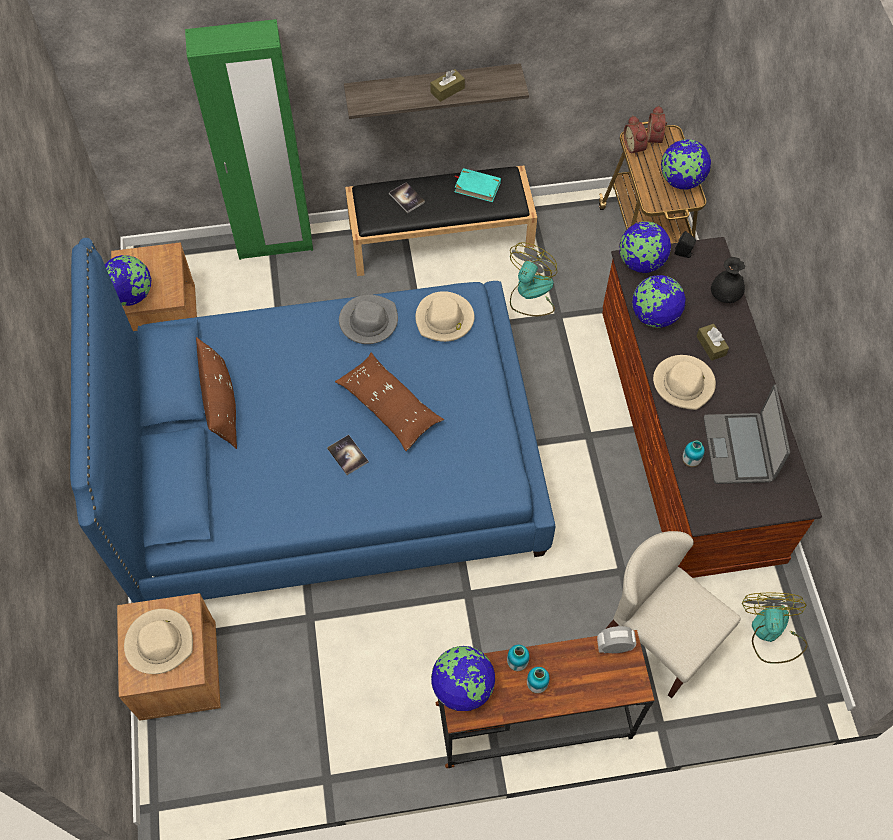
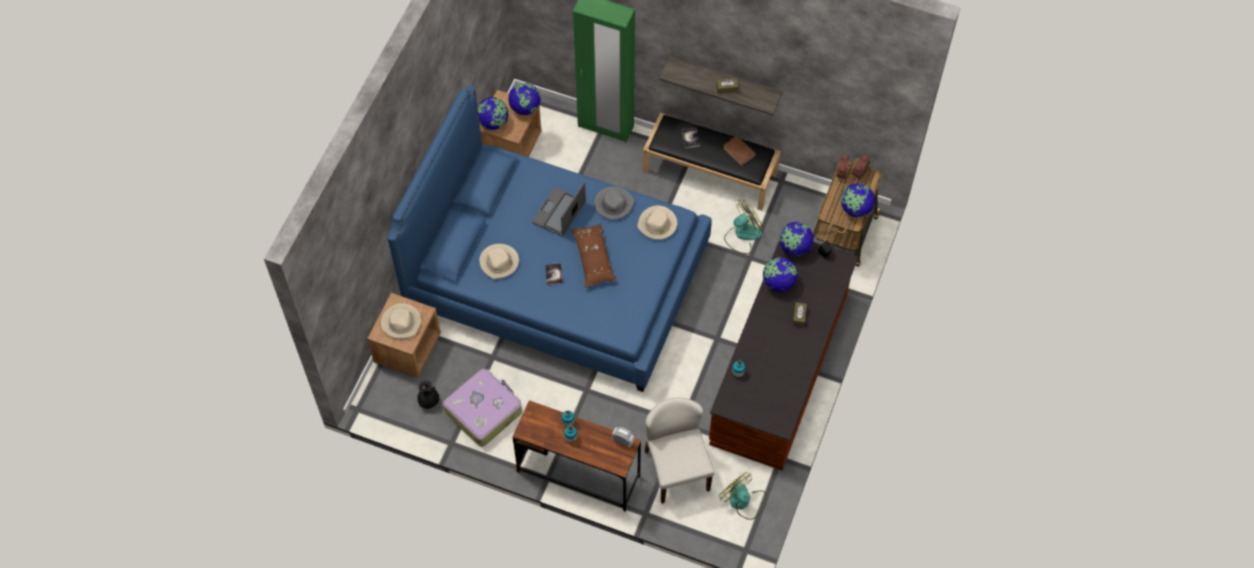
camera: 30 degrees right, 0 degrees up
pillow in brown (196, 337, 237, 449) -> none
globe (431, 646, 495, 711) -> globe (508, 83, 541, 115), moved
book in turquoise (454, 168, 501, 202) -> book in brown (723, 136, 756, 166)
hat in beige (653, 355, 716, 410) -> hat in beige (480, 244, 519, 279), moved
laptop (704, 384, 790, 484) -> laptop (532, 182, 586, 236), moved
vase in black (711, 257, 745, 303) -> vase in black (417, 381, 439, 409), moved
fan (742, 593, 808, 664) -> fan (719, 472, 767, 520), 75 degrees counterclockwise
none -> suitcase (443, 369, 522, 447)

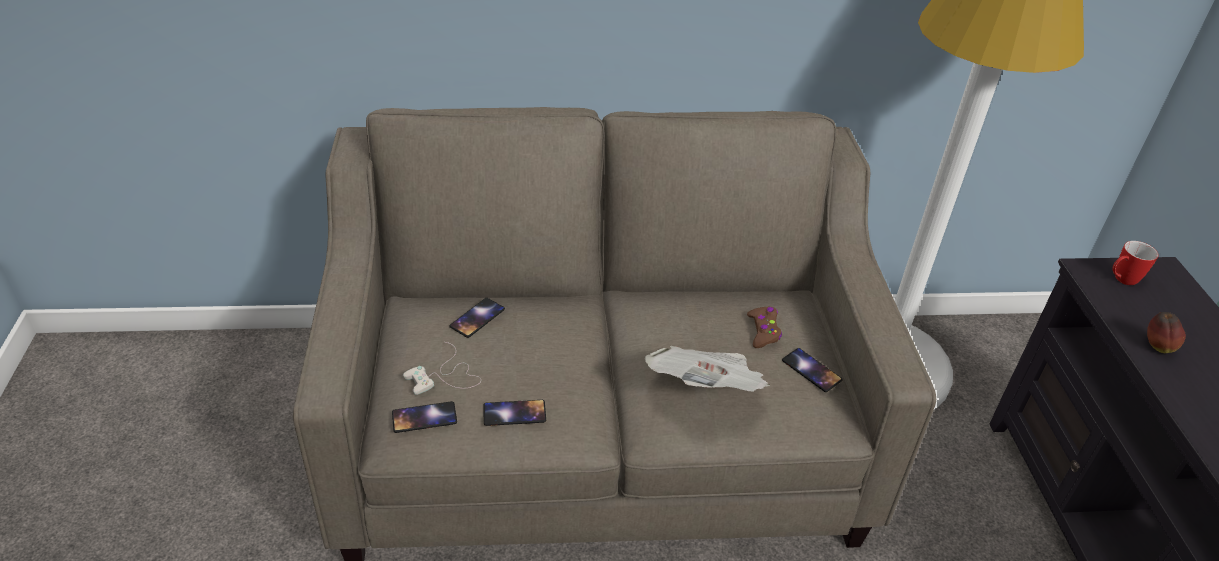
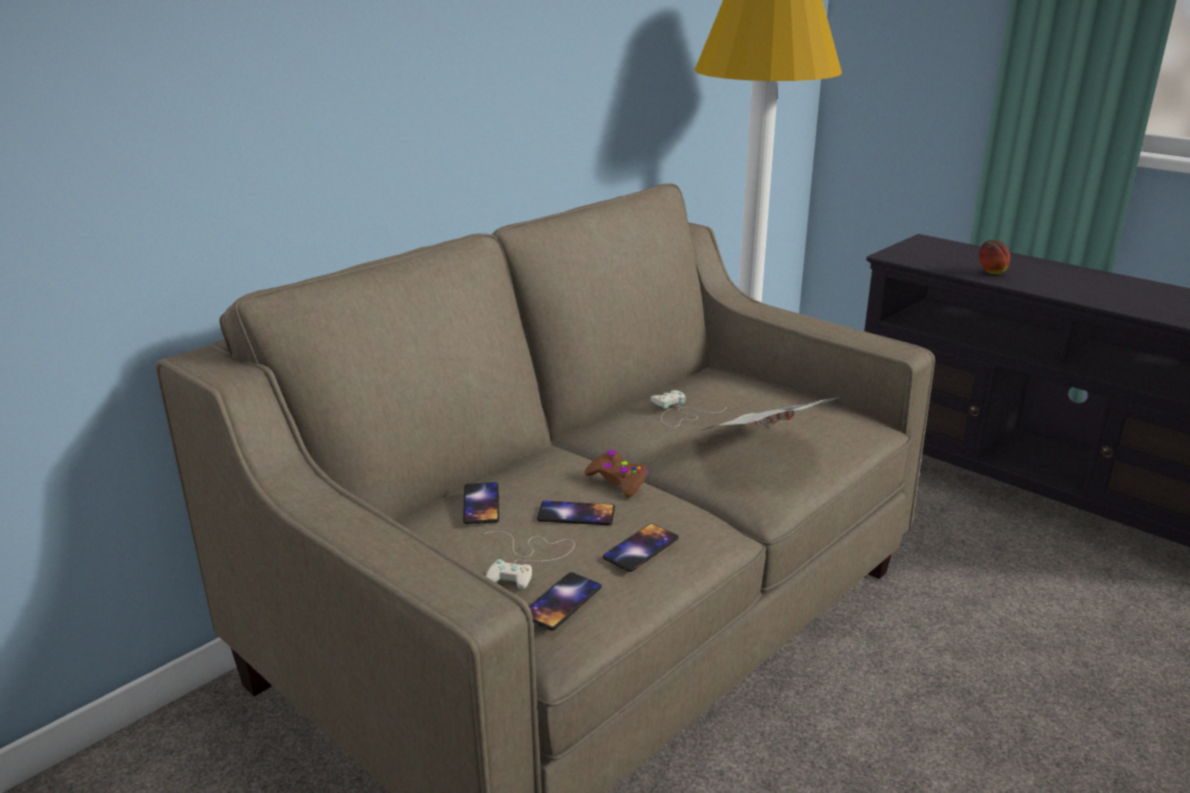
camera: 40 degrees left, 15 degrees down
game controller in brown (747, 307, 782, 348) -> game controller in brown (584, 450, 648, 498), moved
phone (782, 348, 843, 392) -> phone (537, 501, 615, 525), moved
mug (1112, 241, 1159, 285) -> none
none -> game controller in white (651, 390, 726, 427)

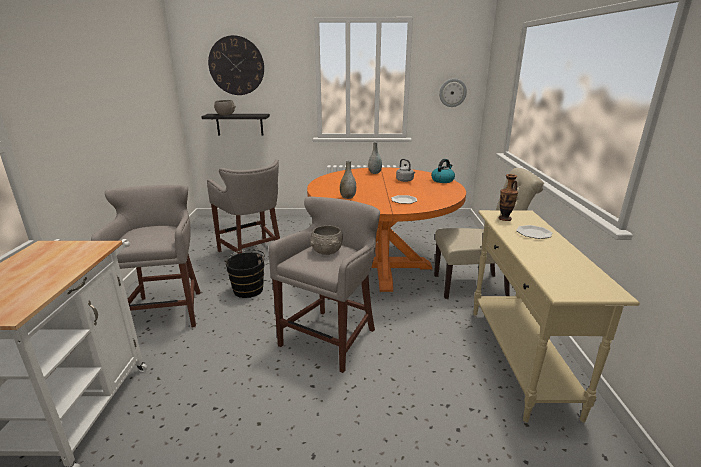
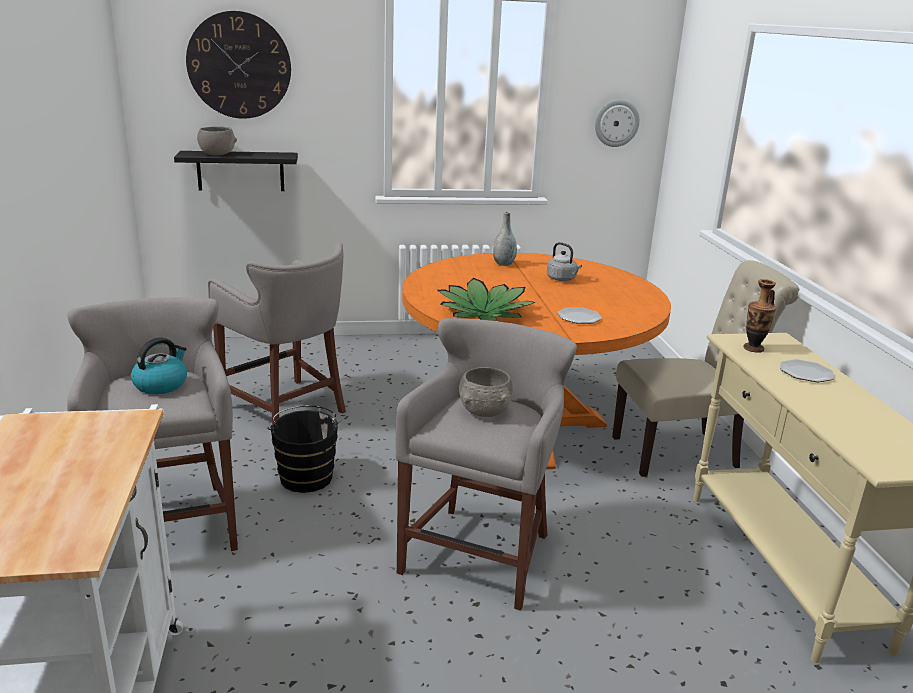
camera: 10 degrees left, 0 degrees up
vase in grey (340, 160, 356, 199) -> potted plant (438, 278, 535, 321)
kettle (431, 159, 455, 183) -> kettle (131, 337, 187, 394), moved

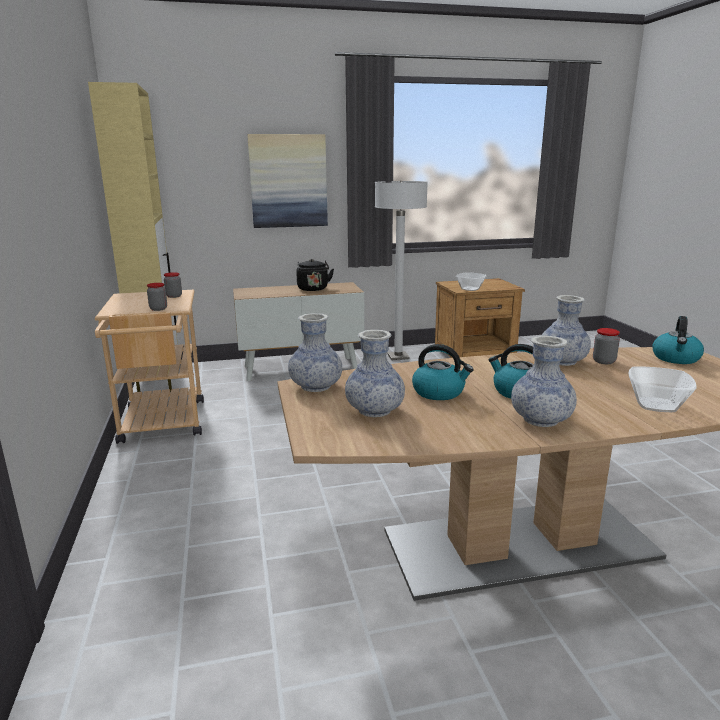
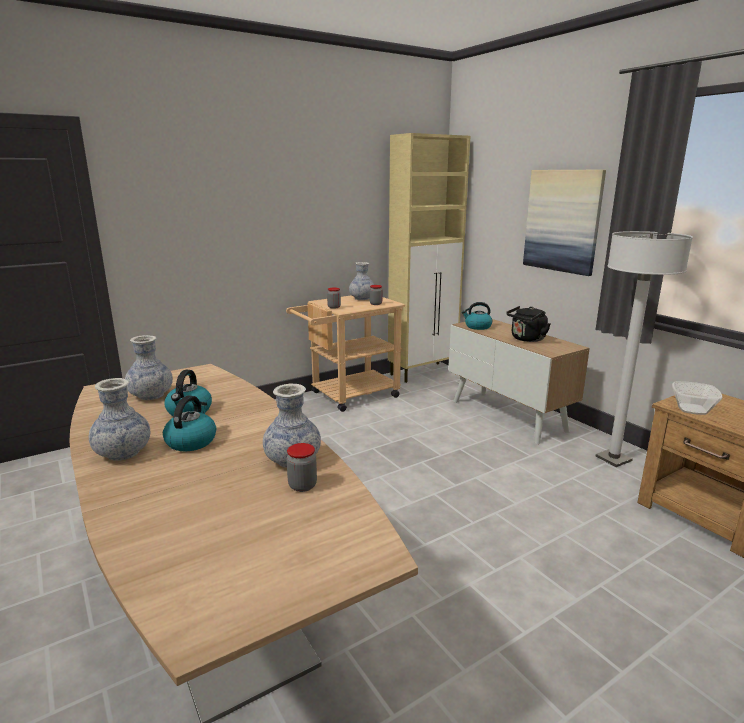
camera: 70 degrees right, 0 degrees up
vase (288, 313, 342, 392) -> vase (349, 262, 374, 300), moved
bowl (629, 366, 697, 412) -> none
kettle (652, 316, 704, 364) -> kettle (462, 302, 492, 330), moved

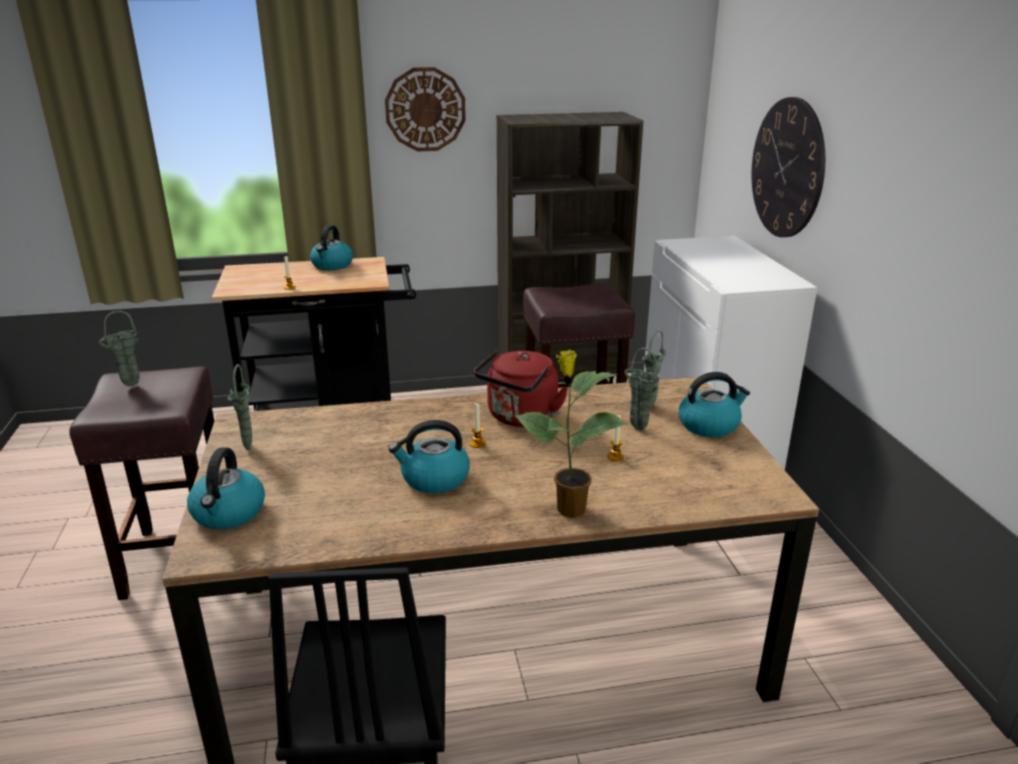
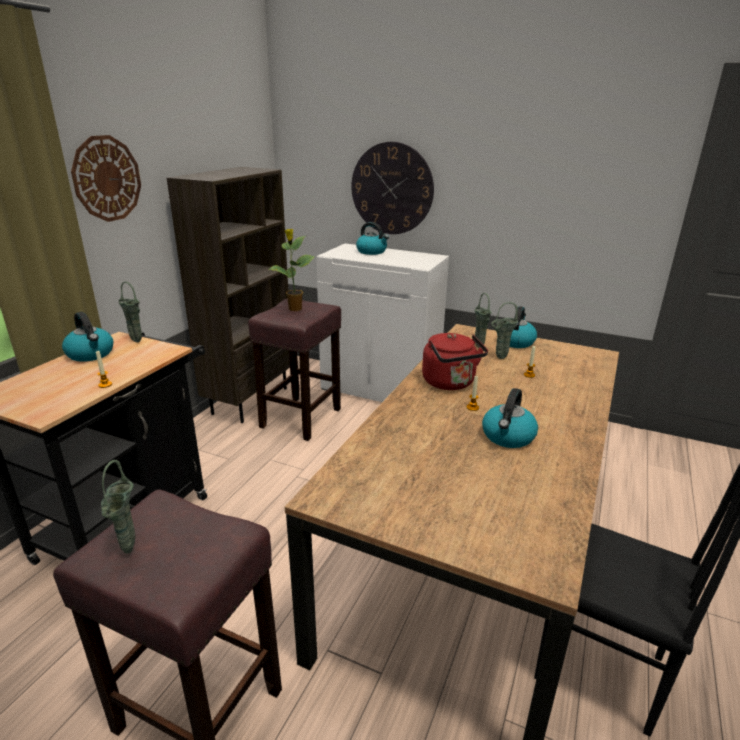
camera: 55 degrees left, 0 degrees up
kettle (187, 448, 265, 530) -> kettle (356, 222, 389, 255), moved
vase in green (228, 364, 252, 450) -> vase in green (119, 282, 142, 342), moved
potted plant (514, 350, 628, 518) -> potted plant (268, 229, 315, 311), moved

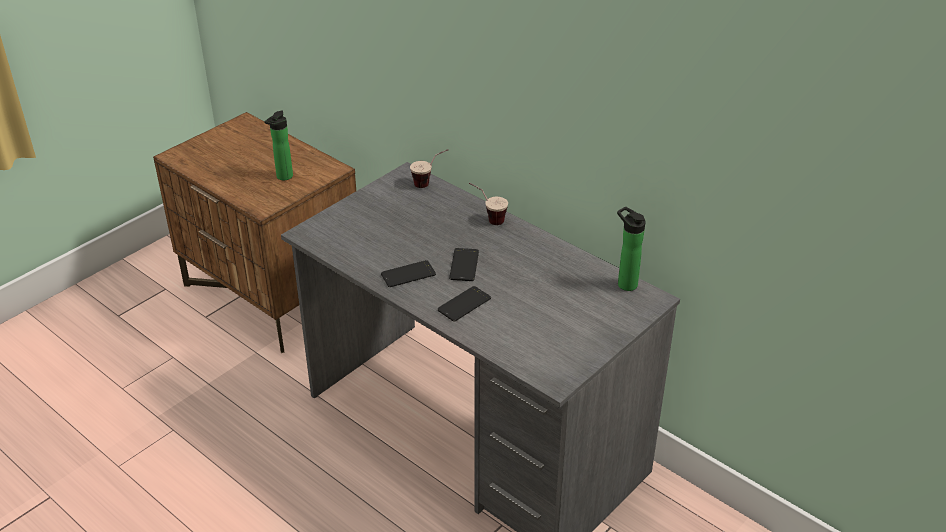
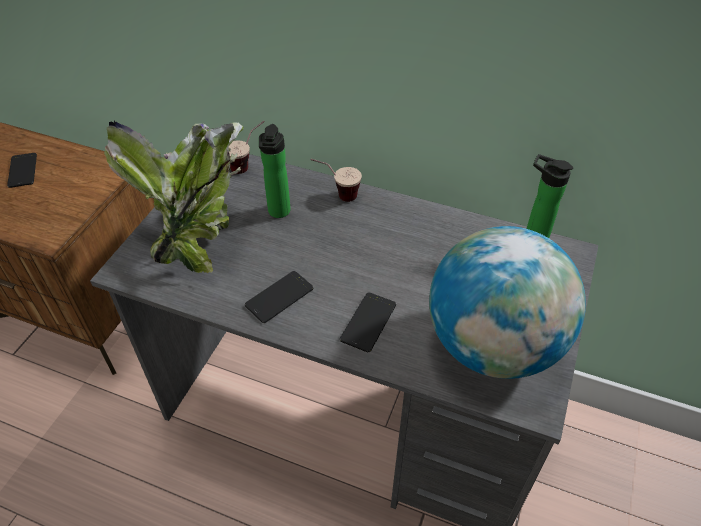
camera: 20 degrees left, 10 degrees up
bottle (265, 111, 293, 180) -> bottle (259, 124, 291, 218), moved
phone (449, 248, 479, 281) -> phone (7, 153, 37, 188), moved
none -> potted plant (104, 121, 243, 274)
none -> globe (429, 226, 586, 379)

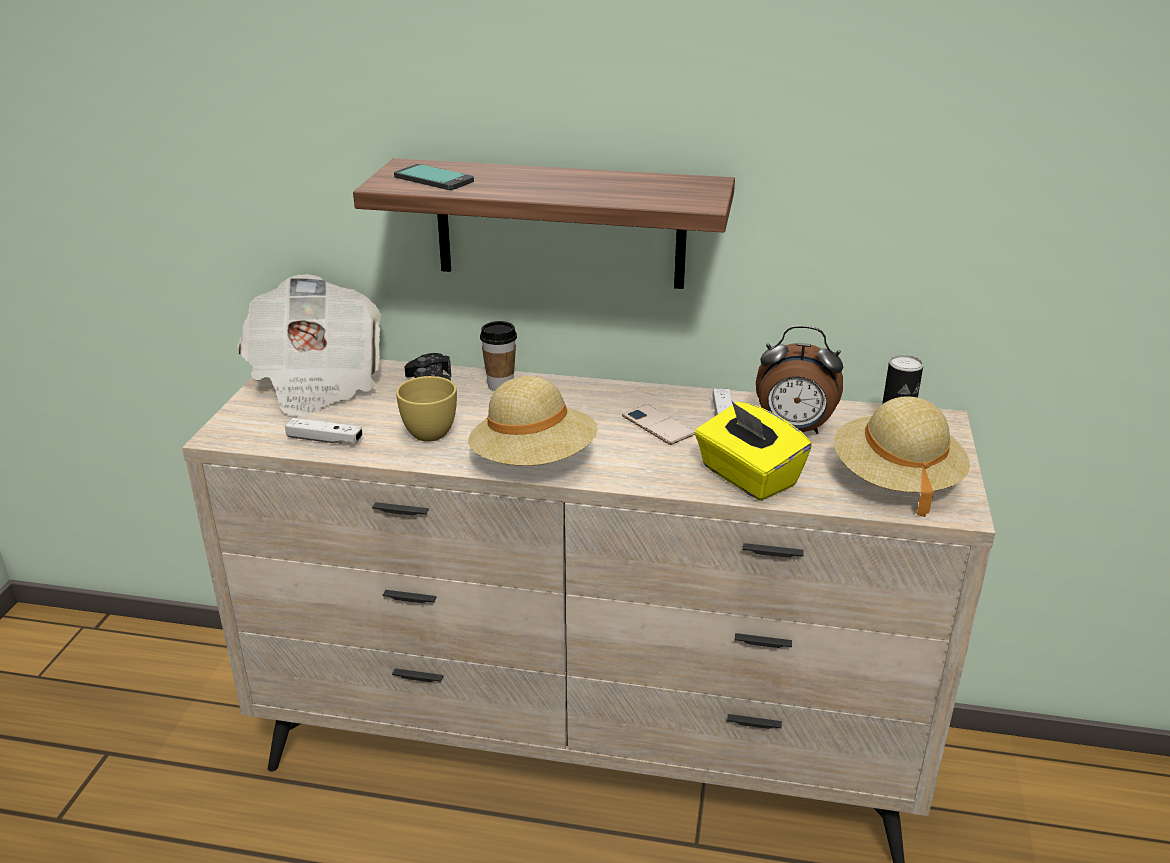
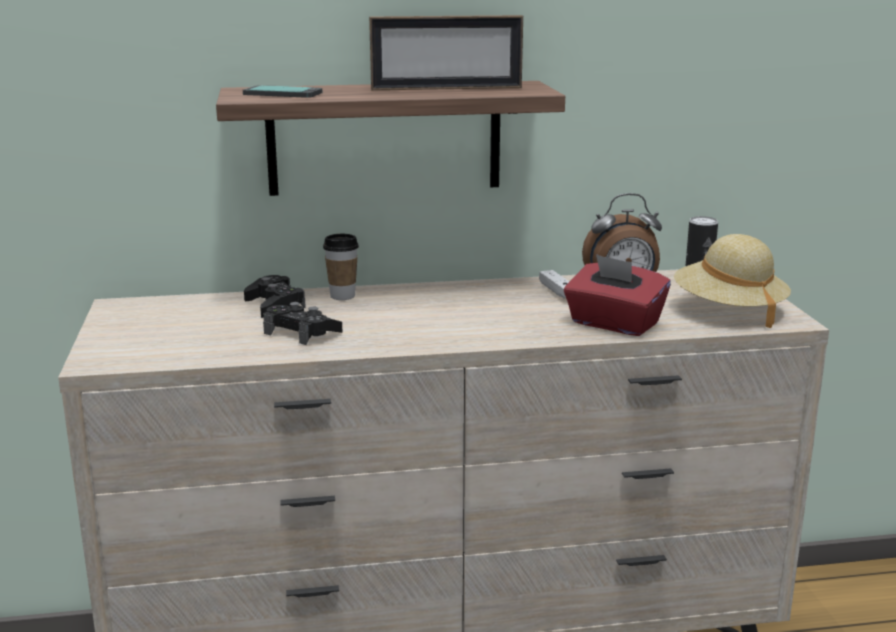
camera: 20 degrees left, 10 degrees down
newspaper (237, 274, 381, 417) -> none
game controller in white (285, 418, 363, 444) -> none
cup in yellow (396, 376, 457, 442) -> game controller in black (263, 302, 342, 345)
hat in beige (468, 376, 598, 466) -> none
phone (622, 404, 695, 445) -> none
tissue box in yellow (695, 401, 812, 501) -> tissue box in red (564, 254, 671, 336)
none -> picture frame (369, 15, 523, 90)

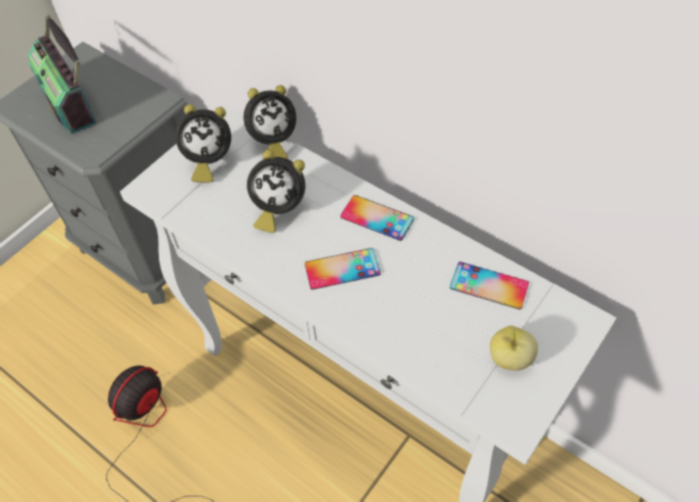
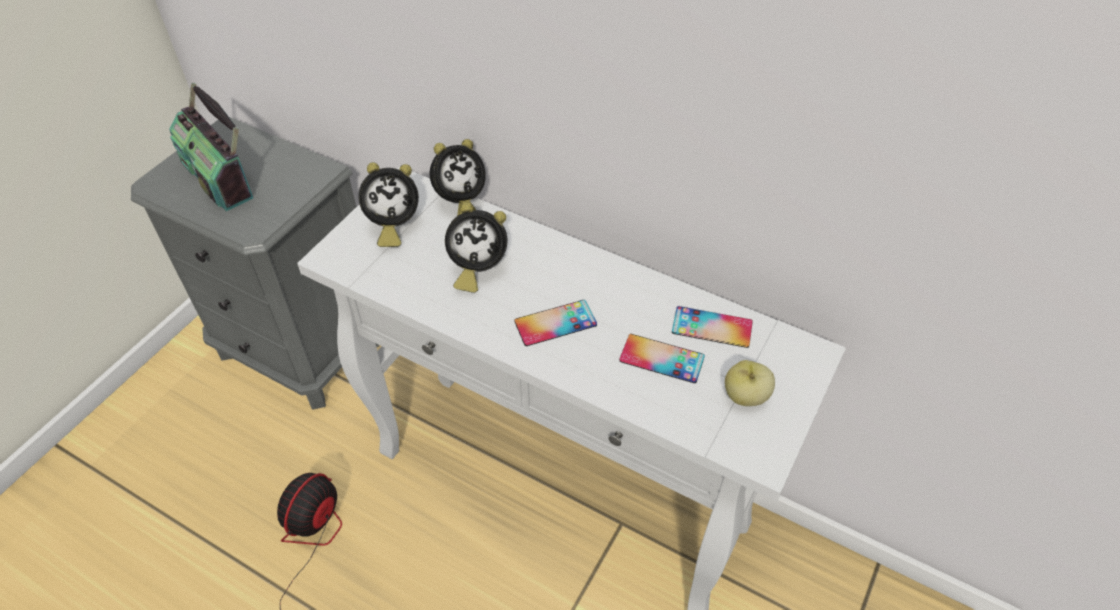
camera: 10 degrees left, 5 degrees down
phone (341, 195, 414, 241) -> phone (619, 334, 705, 383), moved

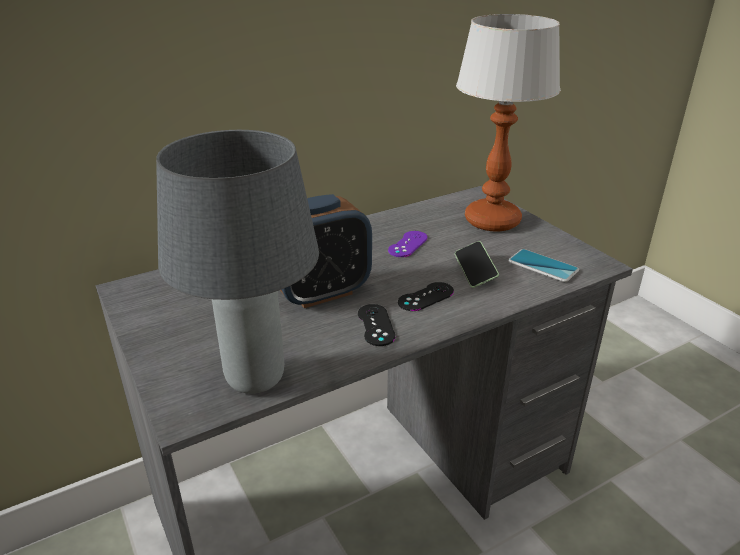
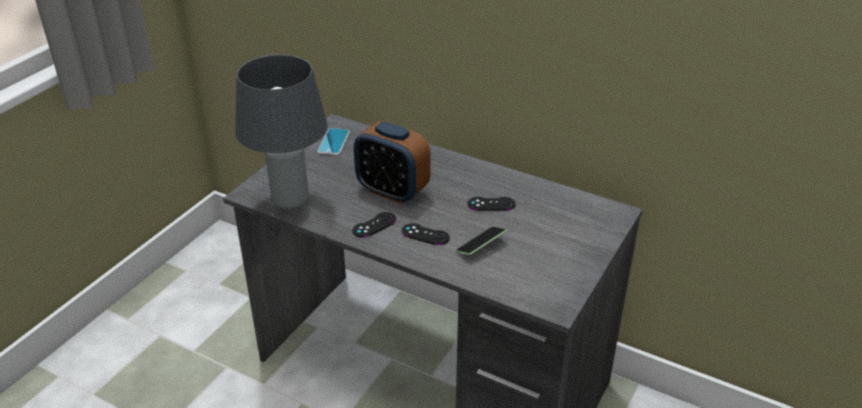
camera: 60 degrees right, 5 degrees up
game controller in purple (388, 231, 428, 257) -> game controller in black (468, 197, 516, 211)
table lamp (456, 14, 560, 231) -> none
phone (508, 249, 579, 282) -> phone (317, 128, 350, 155), moved

